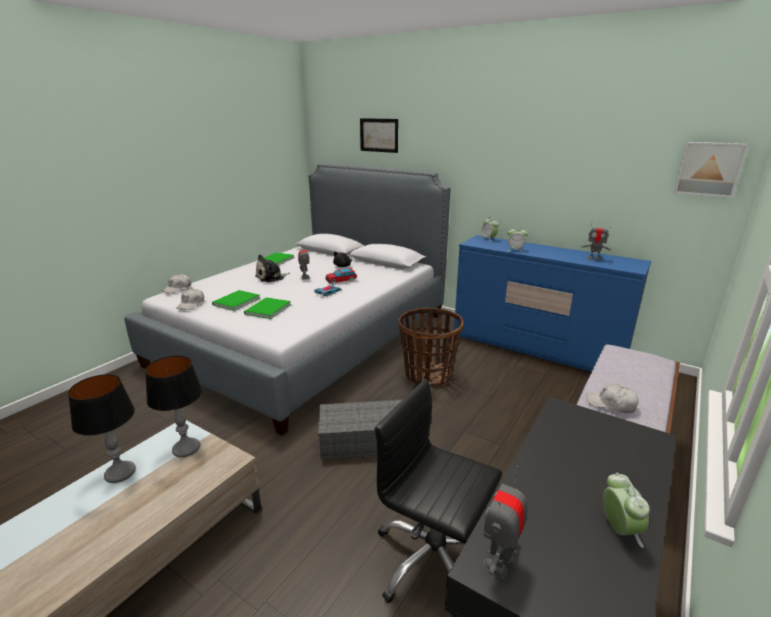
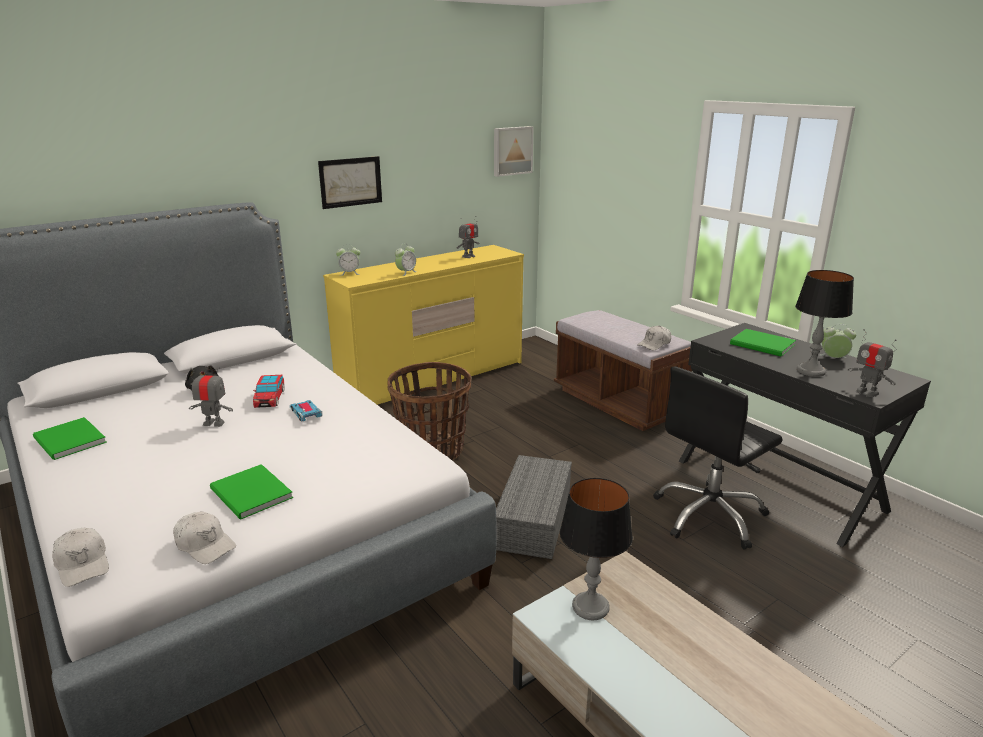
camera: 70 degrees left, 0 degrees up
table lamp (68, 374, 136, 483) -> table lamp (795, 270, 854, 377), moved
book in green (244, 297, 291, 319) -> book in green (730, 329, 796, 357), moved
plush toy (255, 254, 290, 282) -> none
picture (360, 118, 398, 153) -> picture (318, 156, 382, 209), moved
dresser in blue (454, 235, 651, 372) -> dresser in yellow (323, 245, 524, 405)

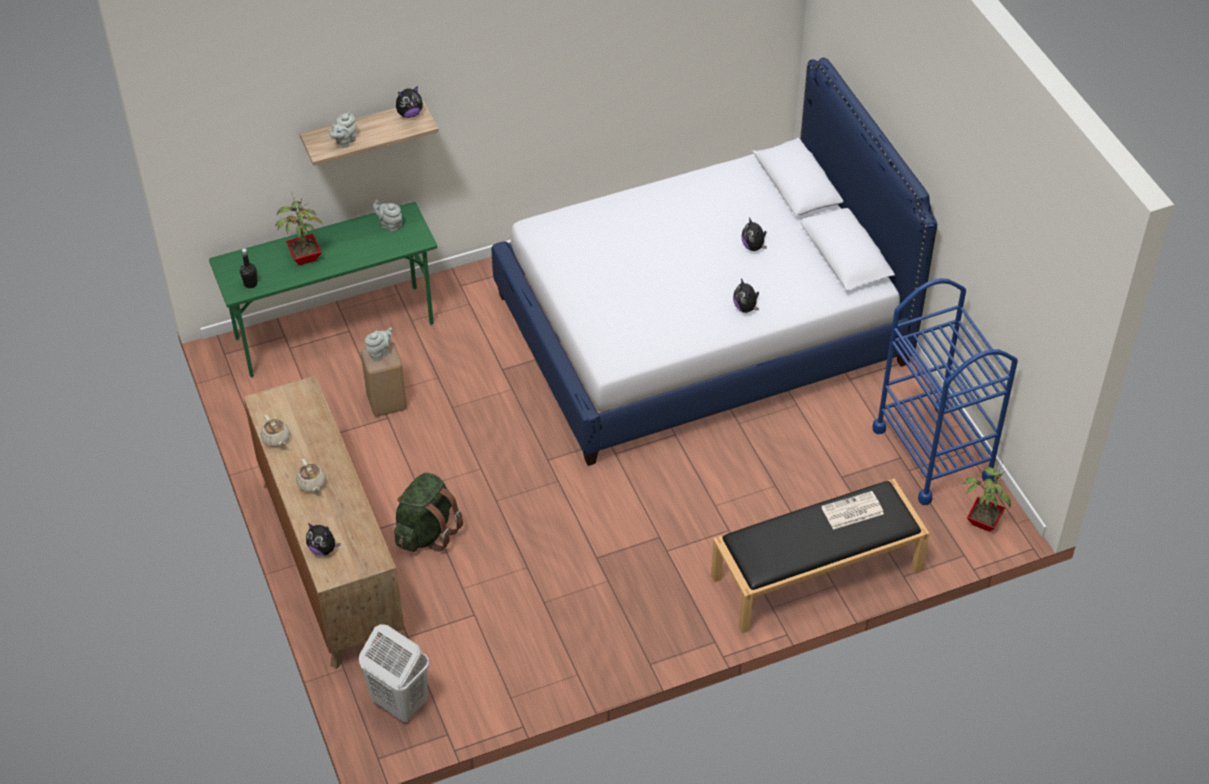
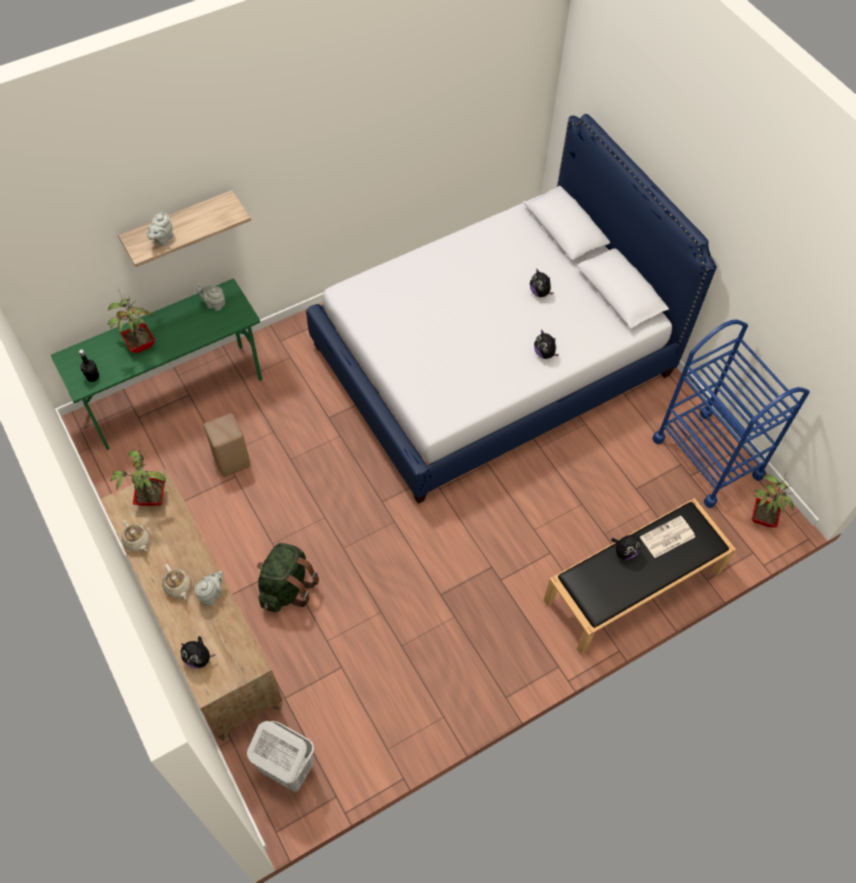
camera: 10 degrees left, 10 degrees up
teapot in grey (365, 328, 393, 361) -> teapot in grey (195, 571, 223, 606), moved
plush toy (396, 86, 423, 118) -> plush toy (611, 535, 641, 560), moved
none -> potted plant (110, 443, 166, 506)

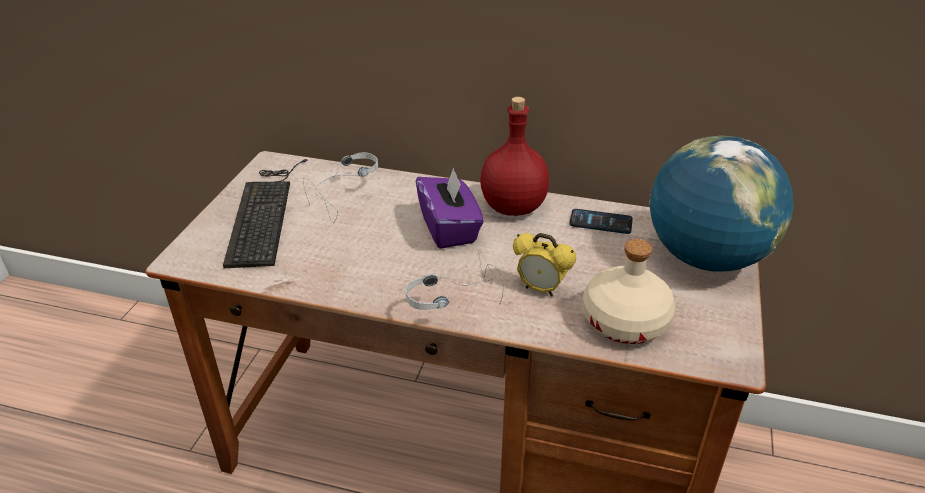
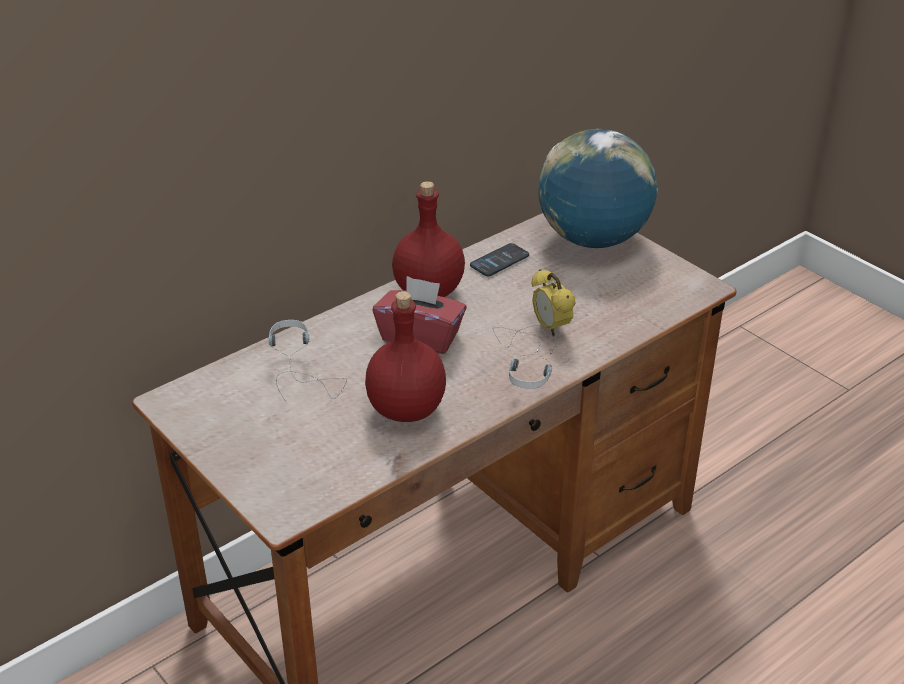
camera: 55 degrees left, 0 degrees up
keyboard (223, 159, 308, 268) -> none
tissue box in purple (416, 167, 484, 249) -> tissue box in red (373, 276, 467, 354)
alarm clock (513, 233, 576, 297) -> alarm clock (532, 269, 575, 336), 90 degrees clockwise
bottle in beige (583, 239, 675, 344) -> none
none -> bottle in red (365, 291, 446, 422)

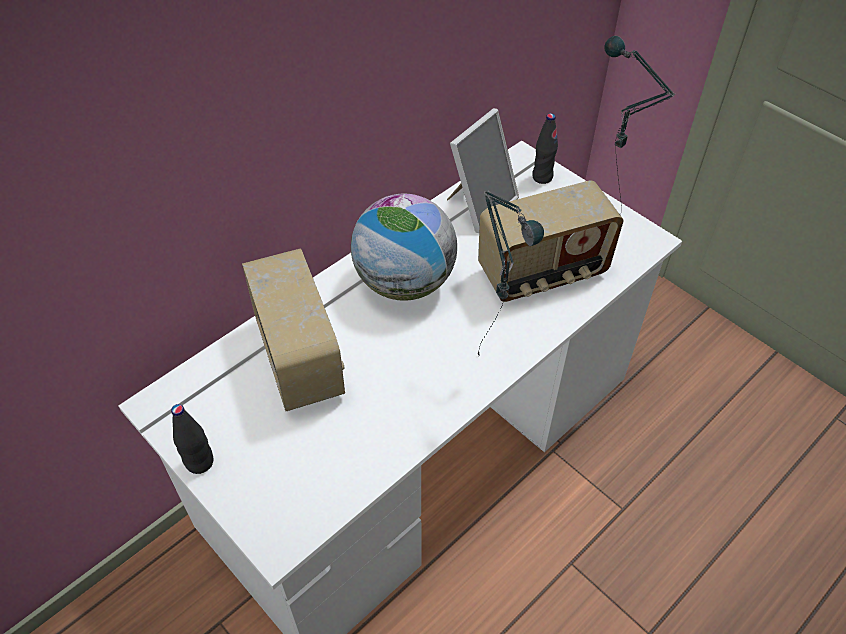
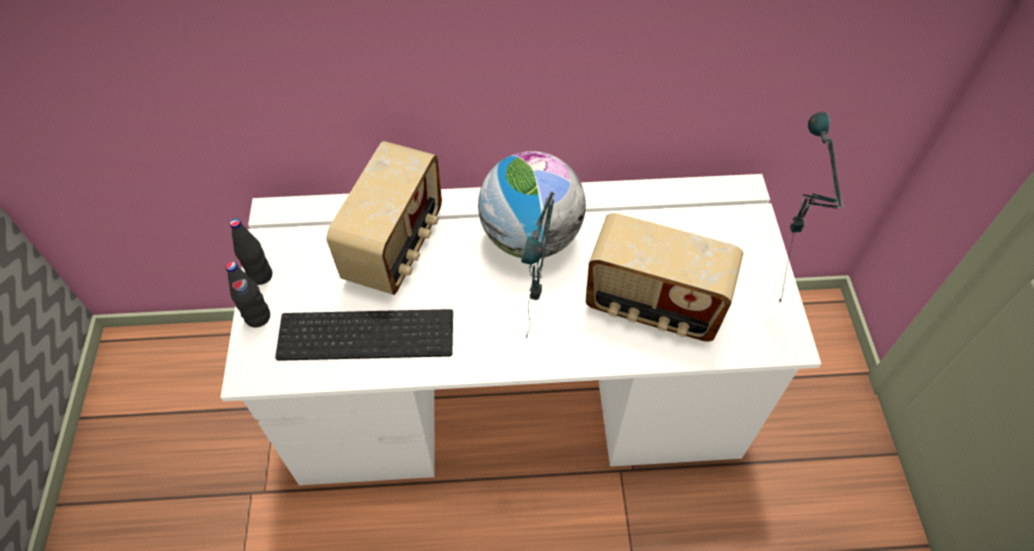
camera: 40 degrees right, 5 degrees up
picture frame (447, 108, 519, 233) -> none
bottle in black (532, 113, 558, 184) -> bottle in black (226, 262, 270, 328), moved
none -> keyboard (275, 309, 453, 361)

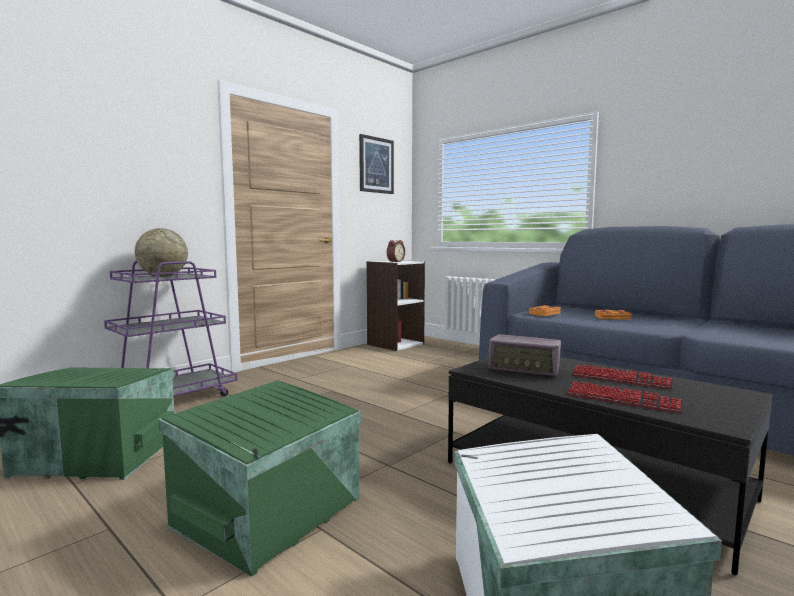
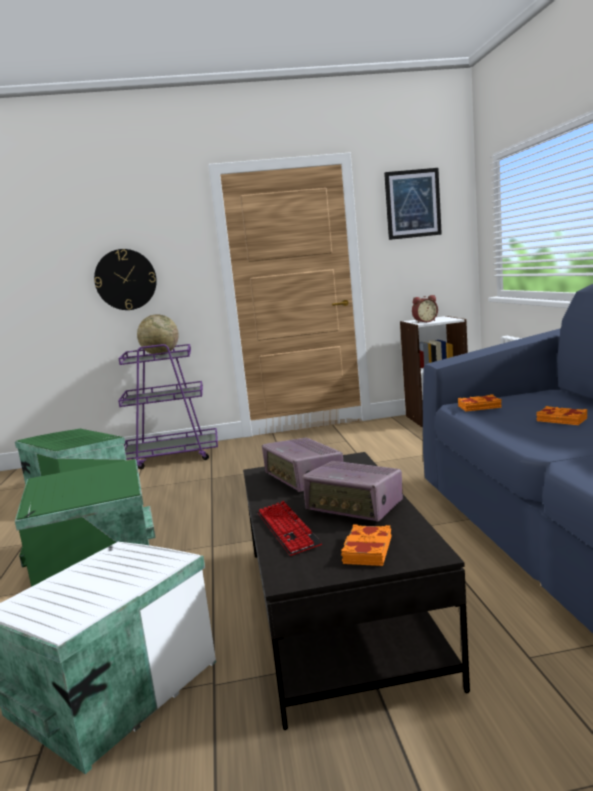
camera: 40 degrees right, 5 degrees up
keyboard (571, 364, 673, 389) -> radio (302, 461, 403, 522)
none -> wall clock (94, 249, 157, 310)
none -> book in orange (341, 525, 392, 566)

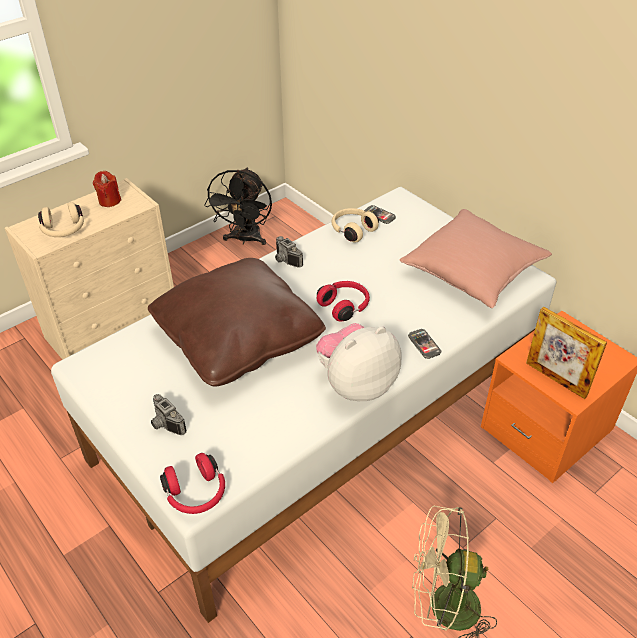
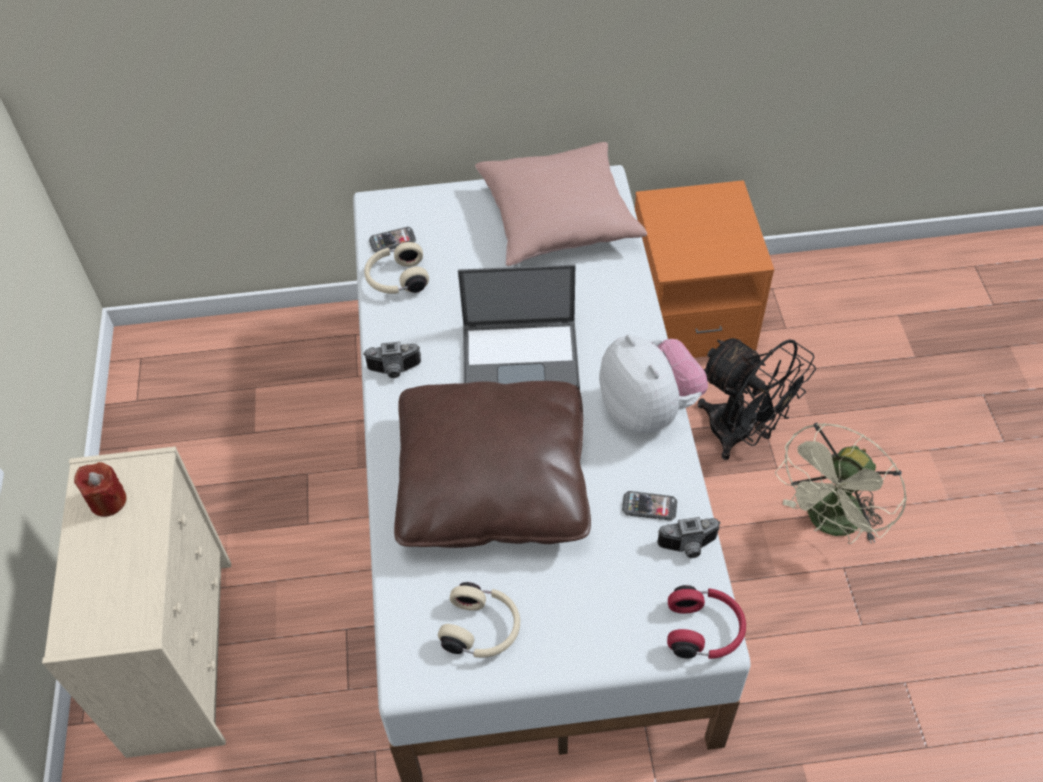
camera: 55 degrees left, 10 degrees up
headphones in beige (38, 202, 84, 237) -> headphones in beige (438, 582, 520, 658), moved
photo camera (151, 394, 187, 435) -> photo camera (657, 517, 721, 558), moved
fan in black (204, 167, 272, 245) -> fan in black (698, 338, 816, 460), moved
plush toy (316, 323, 401, 401) -> plush toy (599, 334, 708, 433), 150 degrees clockwise
headphones in red (317, 281, 370, 322) -> laptop (458, 264, 580, 390)
phone (408, 329, 441, 359) -> phone (622, 491, 677, 521), moved
picture frame (526, 307, 607, 399) -> none

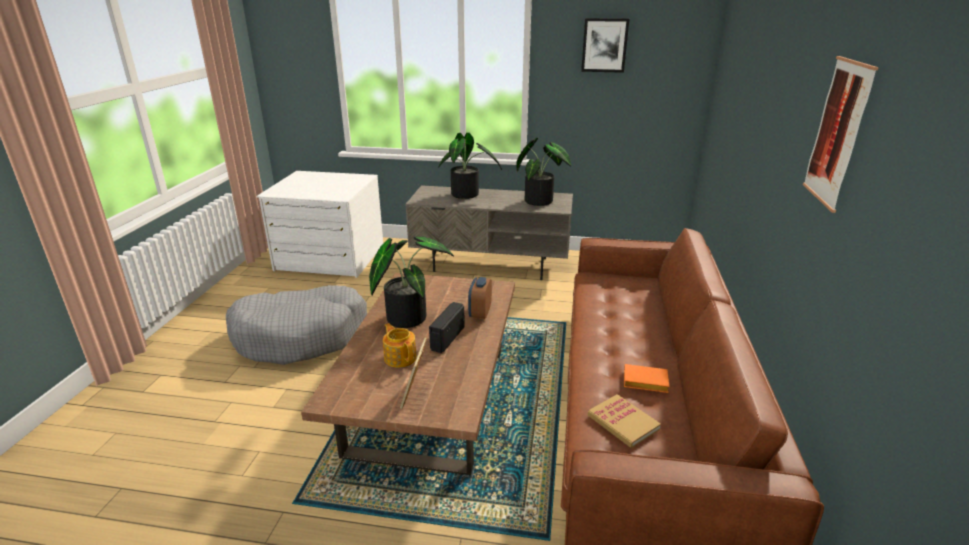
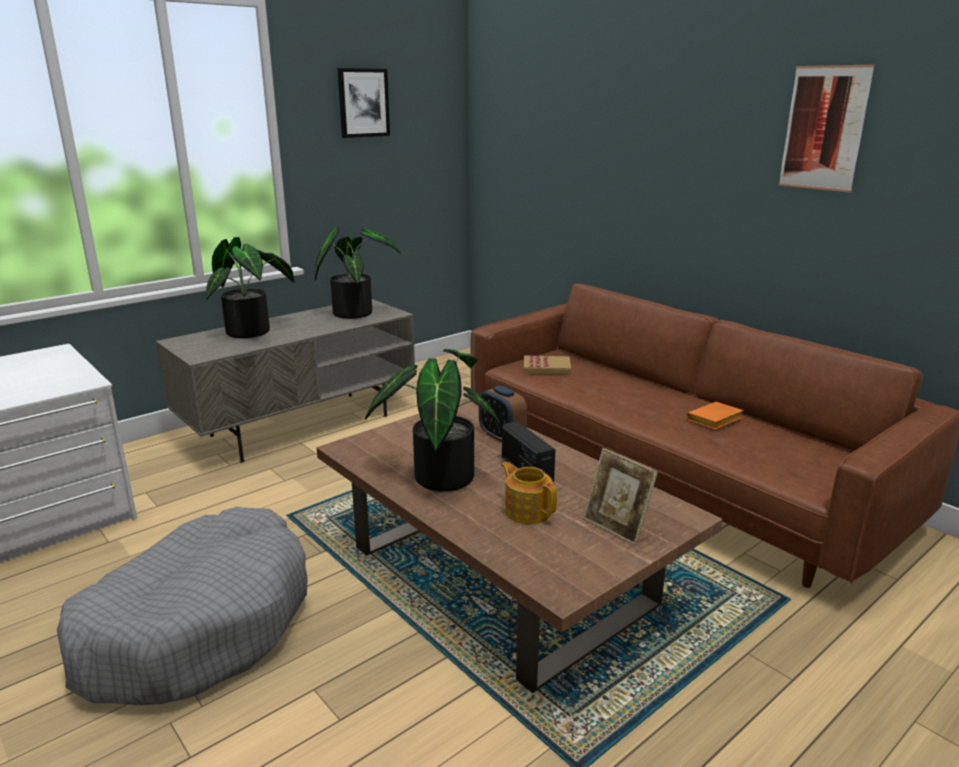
camera: 50 degrees left, 5 degrees down
teapot (383, 323, 416, 368) -> teapot (501, 462, 557, 524), 45 degrees clockwise
book (588, 394, 661, 448) -> book (524, 355, 571, 374), moved

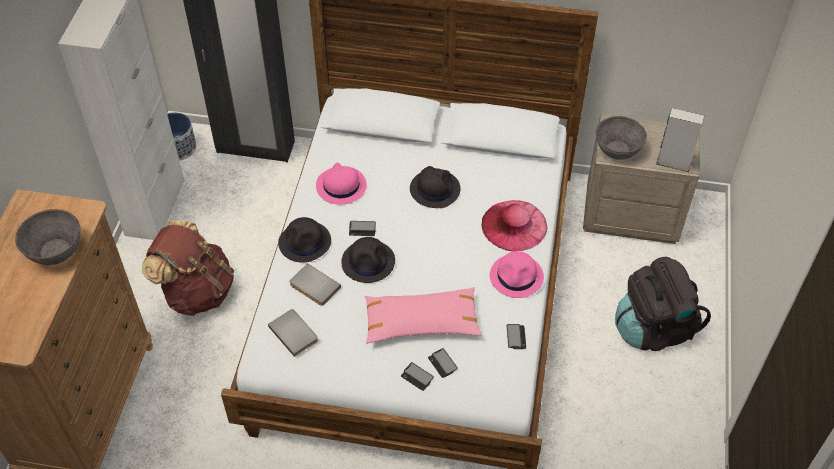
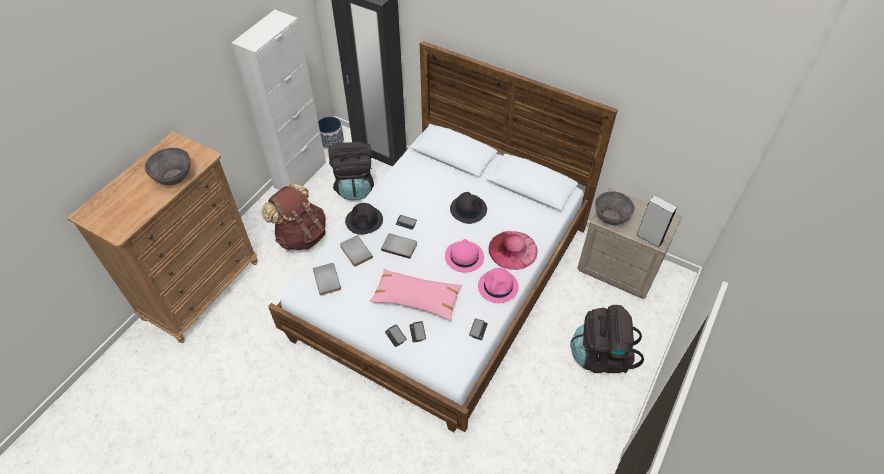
camera: 20 degrees right, 0 degrees up
hat in pink (316, 163, 367, 205) -> hat in pink (445, 239, 484, 273), moved
hat in black (341, 237, 395, 283) -> book in grey (381, 234, 417, 259)
none -> backpack in black (328, 141, 374, 200)

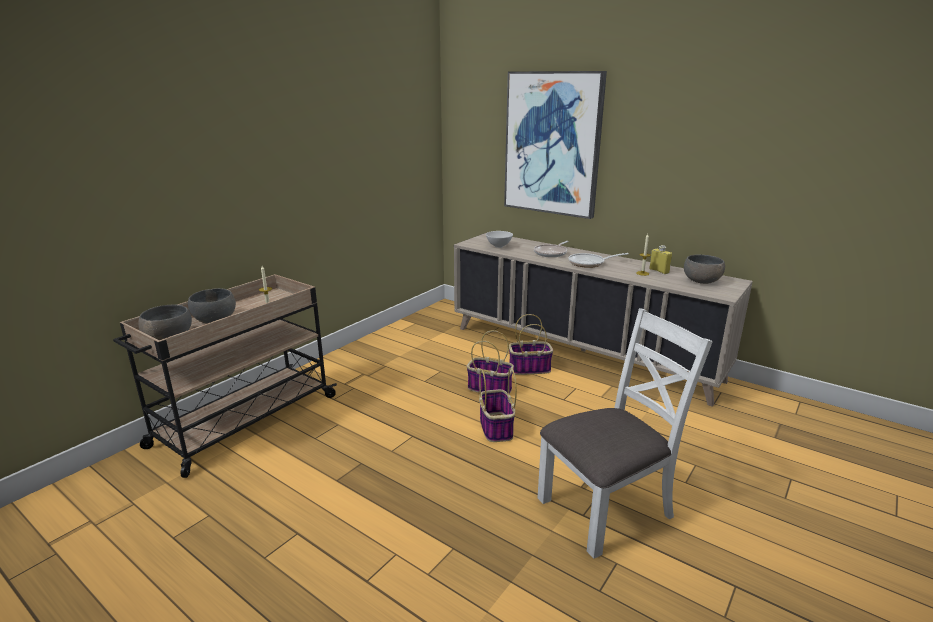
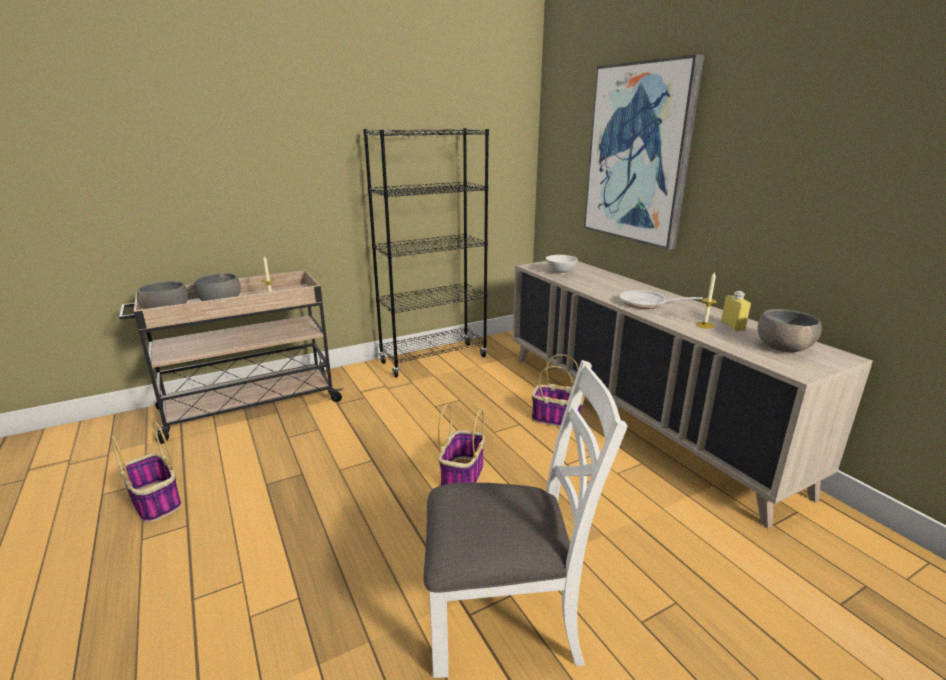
camera: 25 degrees right, 0 degrees up
basket (467, 330, 514, 394) -> basket (110, 422, 181, 523), moved
frying pan (534, 241, 569, 257) -> none
none -> bookcase in black (363, 128, 489, 377)

